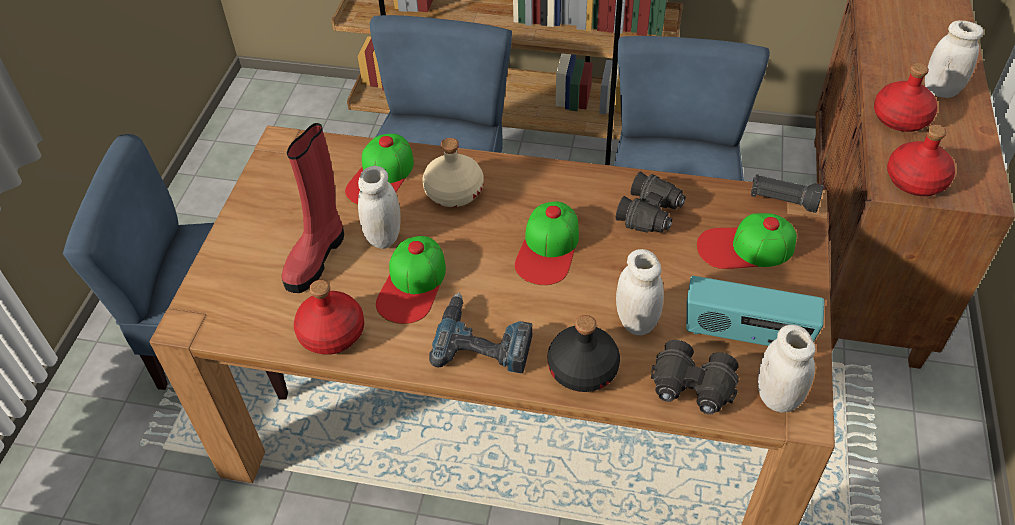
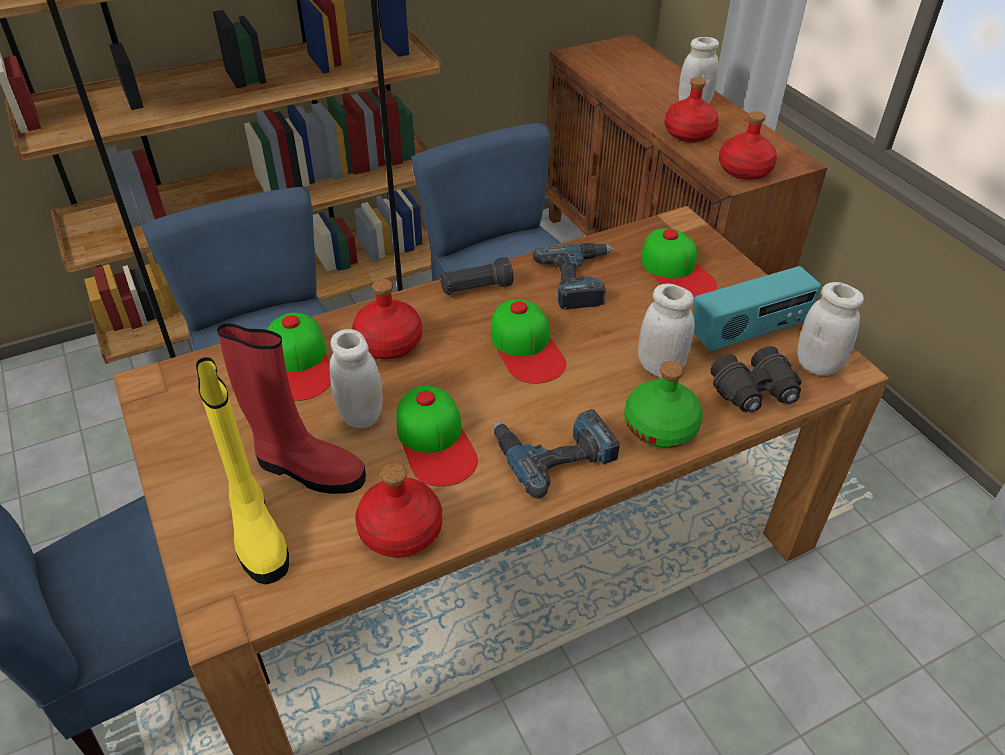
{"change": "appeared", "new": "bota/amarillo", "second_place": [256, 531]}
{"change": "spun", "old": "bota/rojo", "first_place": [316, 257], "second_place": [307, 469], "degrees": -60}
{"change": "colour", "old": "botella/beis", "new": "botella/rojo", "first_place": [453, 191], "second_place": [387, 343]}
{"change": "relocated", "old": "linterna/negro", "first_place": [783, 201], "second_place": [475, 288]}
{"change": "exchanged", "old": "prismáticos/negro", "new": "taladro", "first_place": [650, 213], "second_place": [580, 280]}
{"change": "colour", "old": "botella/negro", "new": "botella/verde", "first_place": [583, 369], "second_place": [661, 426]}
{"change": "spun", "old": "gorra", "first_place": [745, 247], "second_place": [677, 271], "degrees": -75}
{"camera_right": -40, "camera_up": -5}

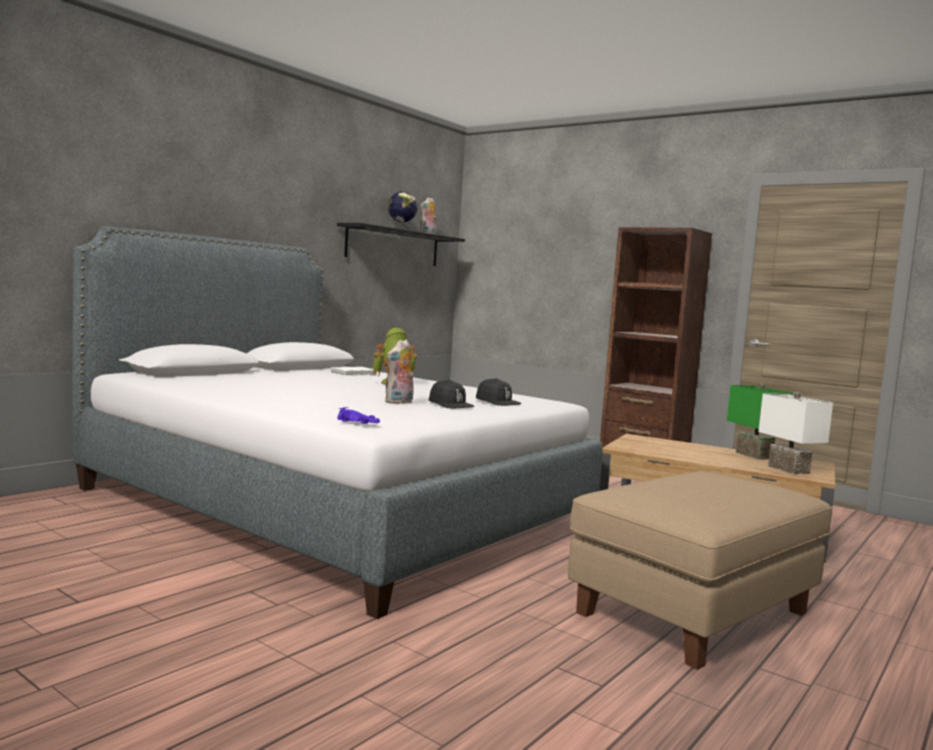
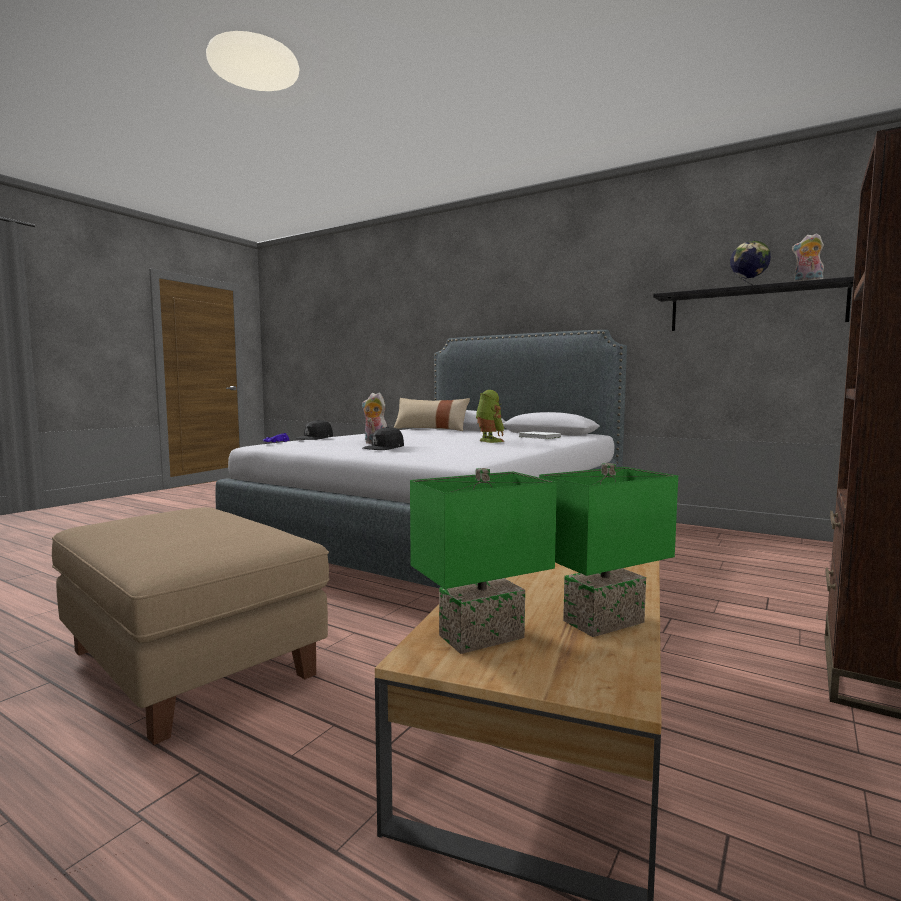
{"change": "relocated", "old": "gorra/negro", "first_place": [497, 402], "second_place": [315, 438]}
{"change": "appeared", "new": "cojín/beis", "second_place": [430, 429]}
{"change": "colour", "old": "lámpara de mesa/blanco", "new": "lámpara de mesa/verde", "first_place": [790, 470], "second_place": [482, 638]}
{"camera_right": 85, "camera_up": 0}

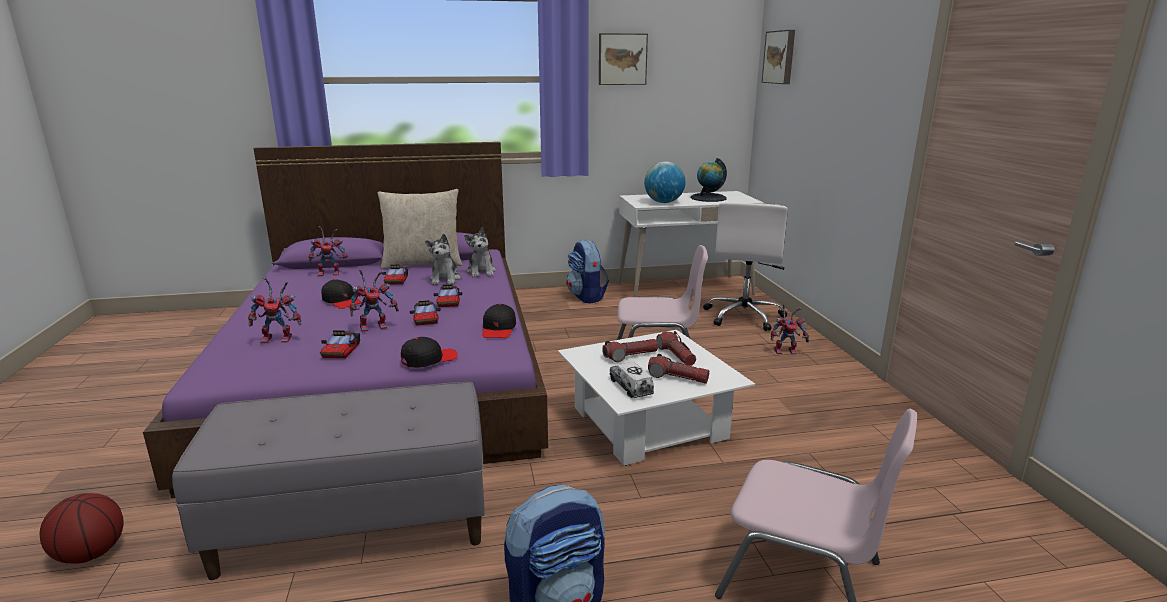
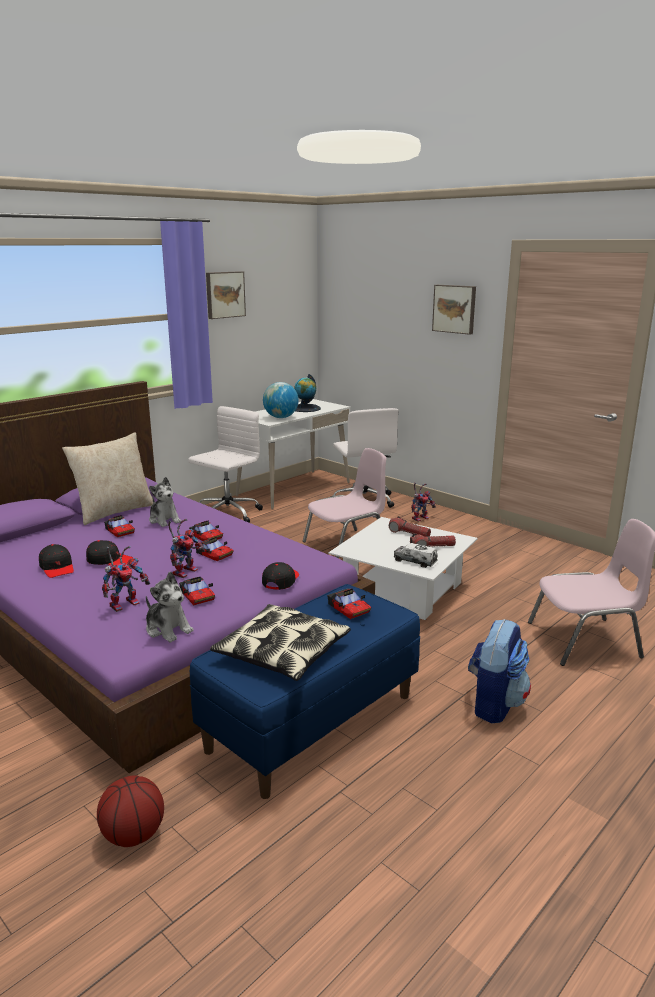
{"change": "relocated", "old": "gorra/negro", "first_place": [499, 329], "second_place": [57, 567]}
{"change": "relocated", "old": "peluche", "first_place": [481, 272], "second_place": [168, 629]}
{"change": "exchanged", "old": "mochila", "new": "silla de oficina/blanco", "first_place": [586, 297], "second_place": [227, 513]}
{"change": "colour", "old": "banco/gris", "new": "banco/azul", "first_place": [357, 524], "second_place": [312, 721]}
{"change": "appeared", "new": "cojín", "second_place": [282, 653]}
{"change": "appeared", "new": "coche de juguete", "second_place": [348, 608]}
{"change": "relocated", "old": "cuadro", "first_place": [780, 57], "second_place": [455, 309]}
{"change": "missing", "old": "robot de juguete", "first_place": [331, 273]}
{"change": "missing", "old": "linterna", "first_place": [630, 356]}
{"camera_right": -35, "camera_up": 0}

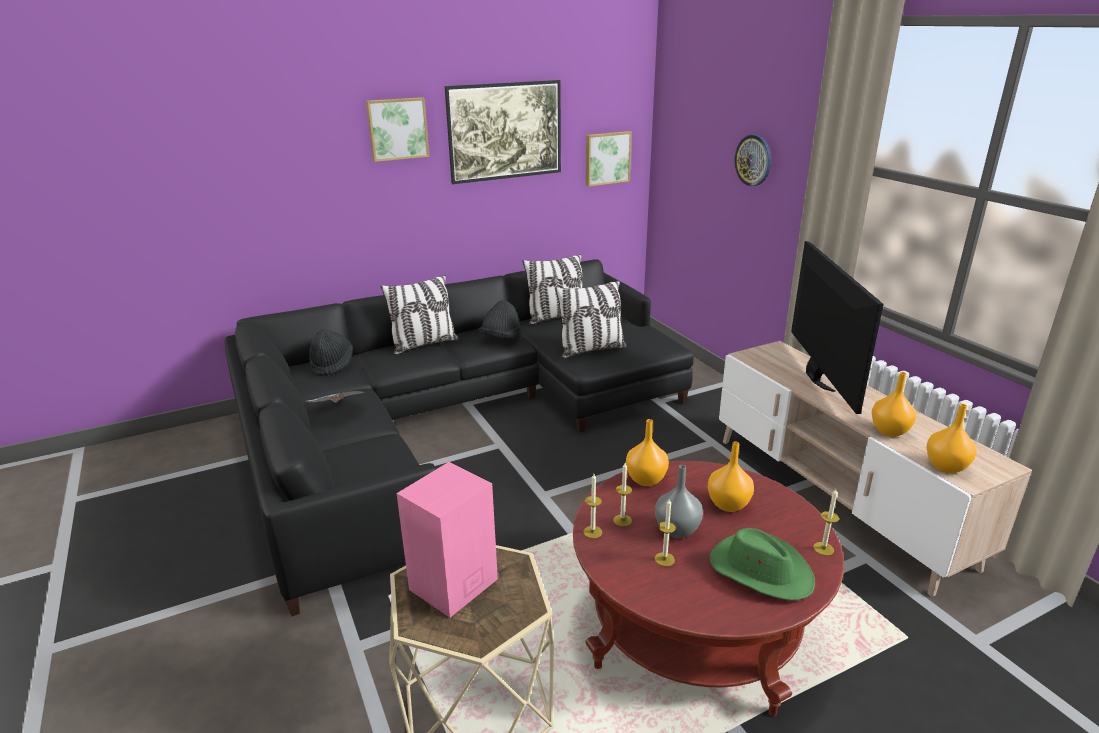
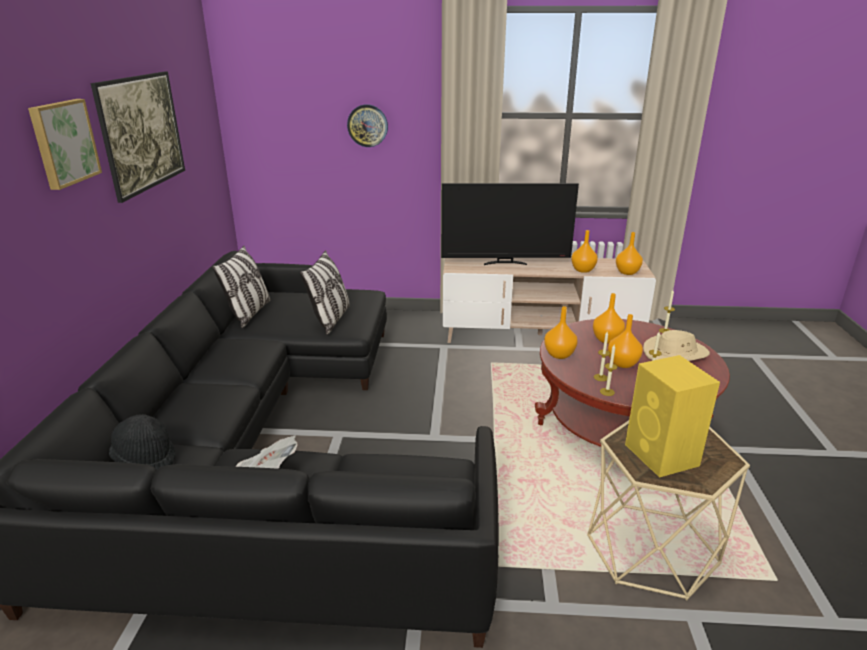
{"change": "spun", "old": "televisor", "first_place": [816, 377], "second_place": [505, 263], "degrees": 150}
{"change": "colour", "old": "florero/gris", "new": "florero/naranja", "first_place": [678, 529], "second_place": [622, 363]}
{"change": "colour", "old": "altavoz/rosa", "new": "altavoz/amarillo", "first_place": [452, 585], "second_place": [662, 456]}
{"change": "colour", "old": "sombrero/verde", "new": "sombrero/beis", "first_place": [760, 570], "second_place": [675, 353]}
{"change": "missing", "old": "cojín", "first_place": [423, 344]}
{"change": "missing", "old": "sombrero/negro", "first_place": [501, 338]}
{"change": "missing", "old": "cuadro", "first_place": [607, 158]}
{"camera_right": -60, "camera_up": 0}

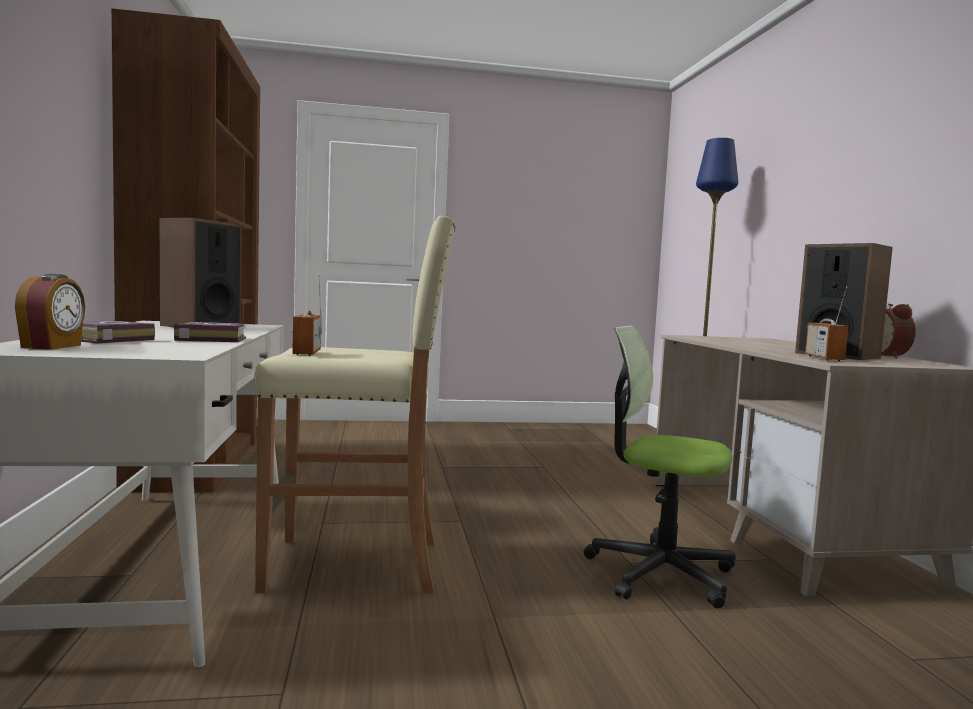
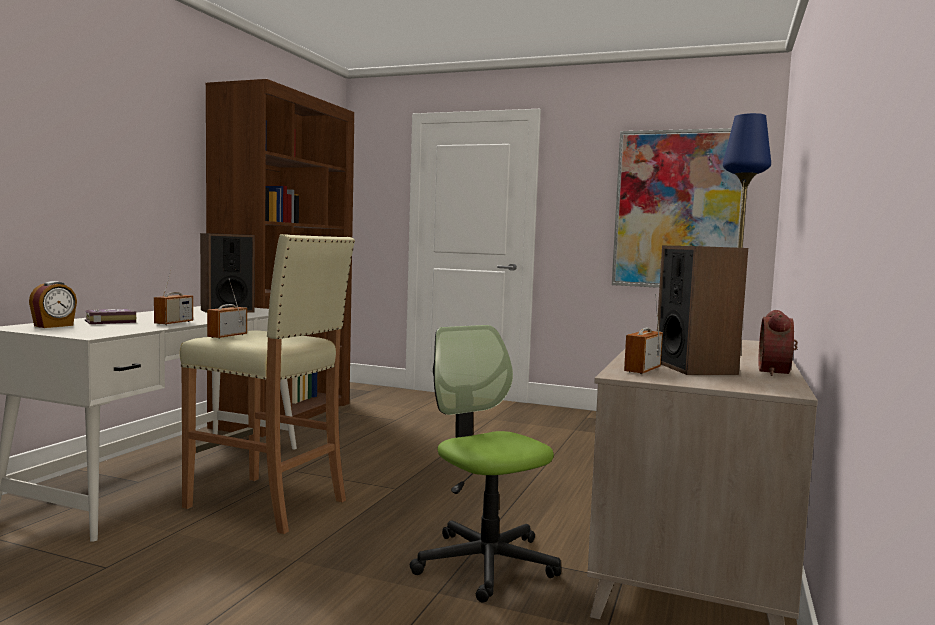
{"change": "exchanged", "old": "libro", "new": "radio", "first_place": [210, 339], "second_place": [174, 323]}
{"change": "appeared", "new": "cuadro", "second_place": [678, 210]}
{"camera_right": 30, "camera_up": 0}

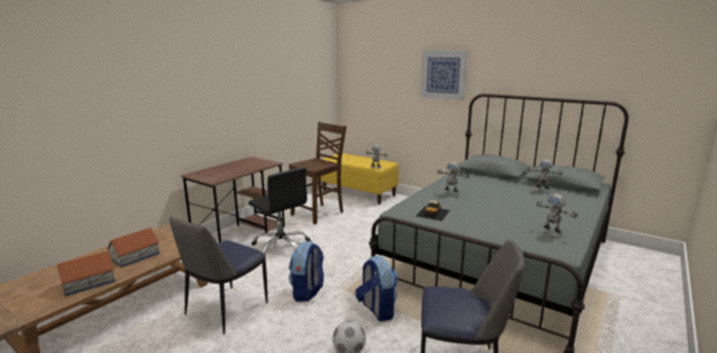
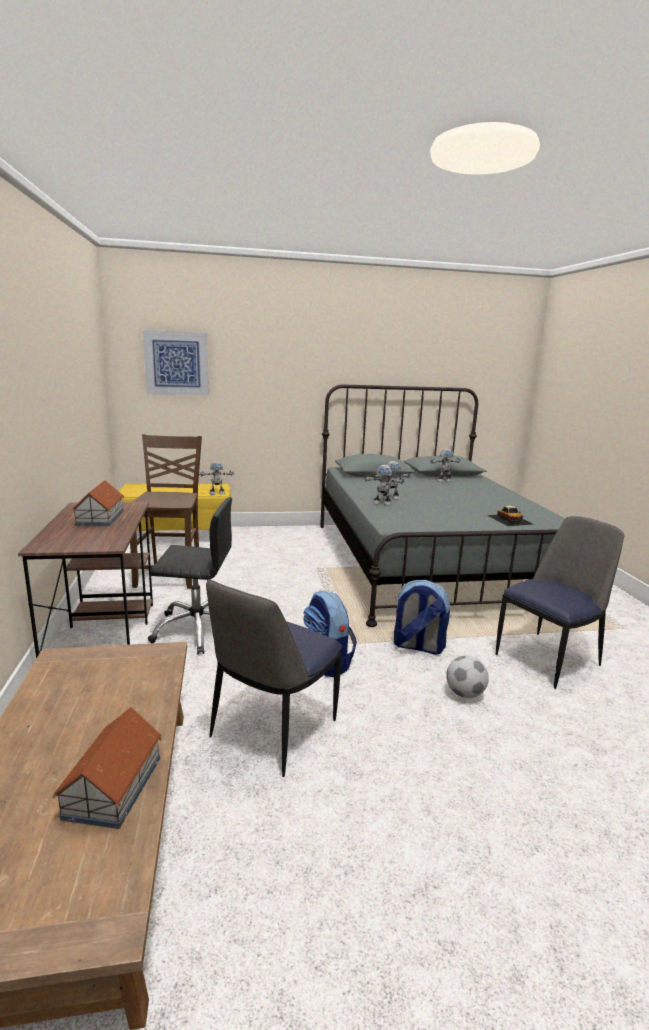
{"change": "relocated", "old": "casita", "first_place": [136, 256], "second_place": [101, 518]}
{"change": "relocated", "old": "cuadro", "first_place": [443, 74], "second_place": [176, 363]}
{"change": "spun", "old": "silla", "first_place": [225, 310], "second_place": [272, 731], "degrees": 45}
{"change": "relocated", "old": "robot de juguete", "first_place": [552, 233], "second_place": [382, 503]}
{"change": "relocated", "old": "coche de juguete", "first_place": [433, 213], "second_place": [510, 519]}
{"camera_right": -45, "camera_up": 0}

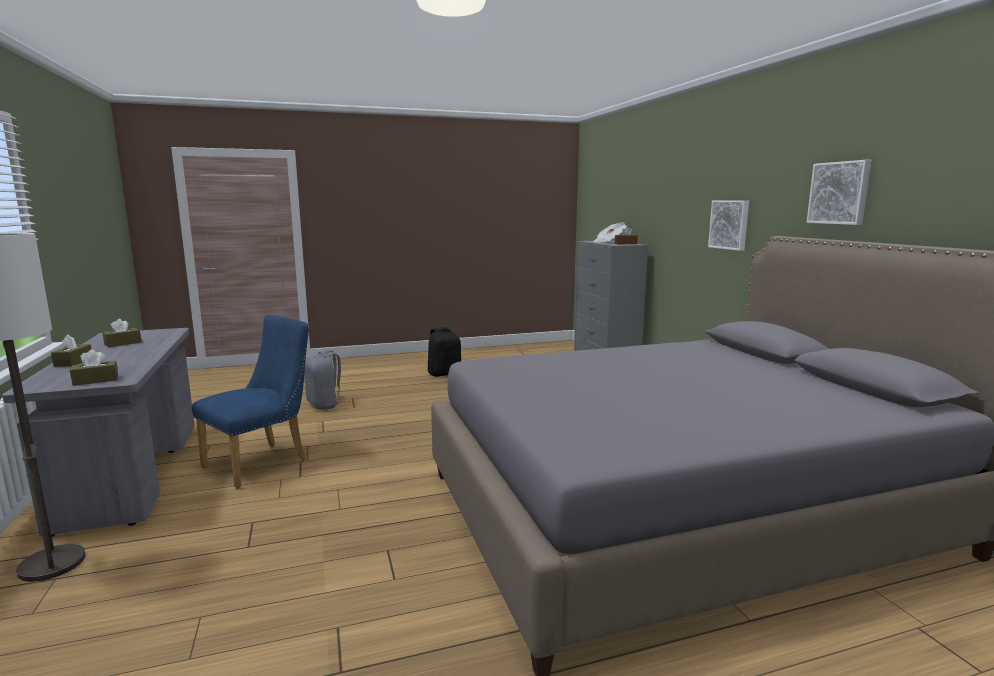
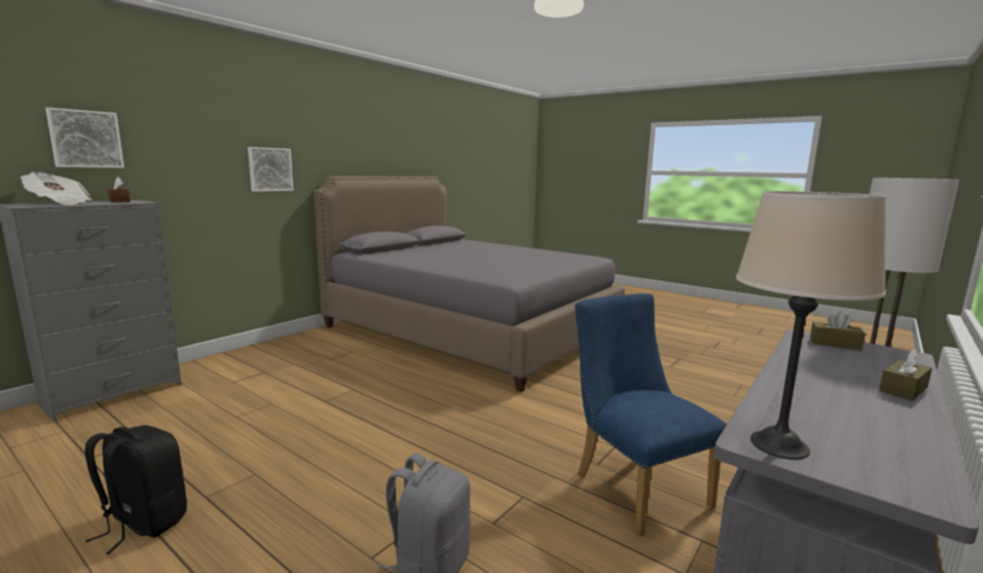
{"change": "relocated", "old": "cuadro", "first_place": [839, 193], "second_place": [85, 139]}
{"change": "spun", "old": "silla/azul", "first_place": [263, 462], "second_place": [634, 486], "degrees": 60}
{"change": "appeared", "new": "lámpara de mesa/beis", "second_place": [779, 445]}
{"change": "missing", "old": "caja de pañuelos/marrón", "first_place": [123, 343]}
{"camera_right": -125, "camera_up": 0}

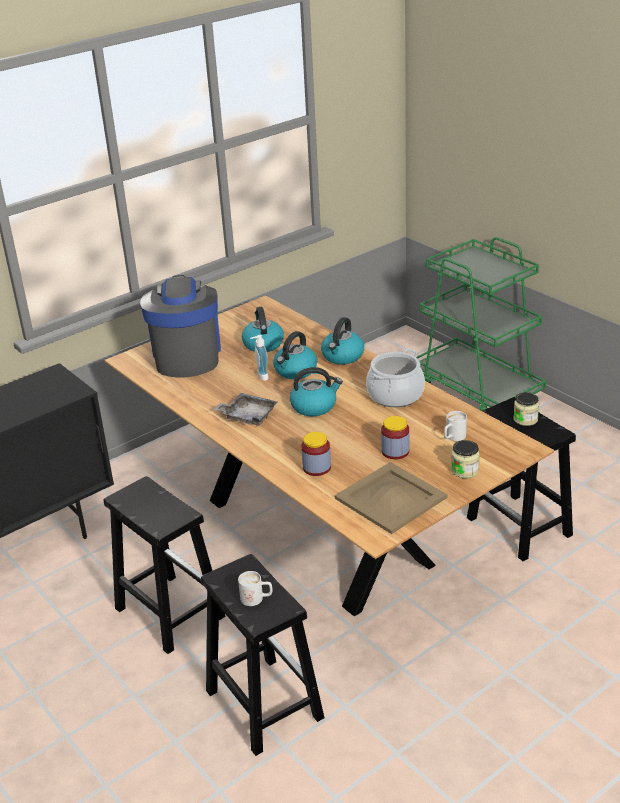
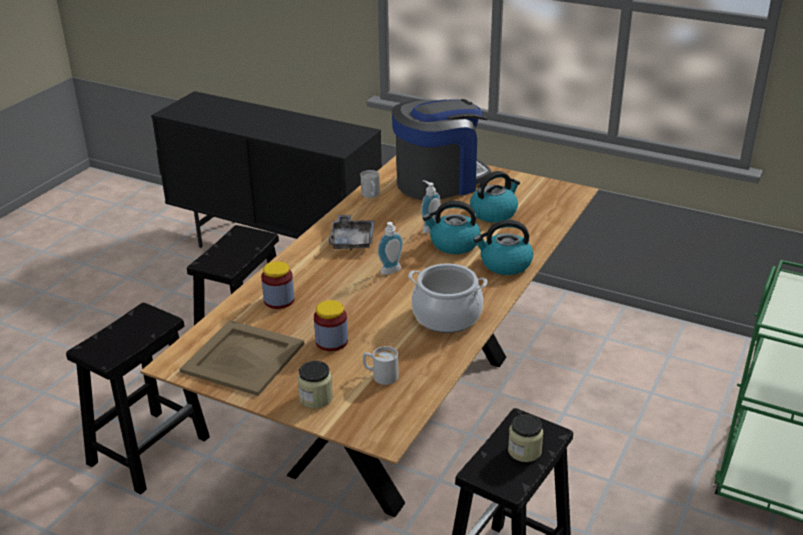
{"change": "relocated", "old": "taza grande/blanco", "first_place": [257, 598], "second_place": [371, 195]}
{"change": "exchanged", "old": "hervidor", "new": "dispensador de jabón", "first_place": [314, 406], "second_place": [392, 272]}
{"camera_right": 65, "camera_up": 0}

